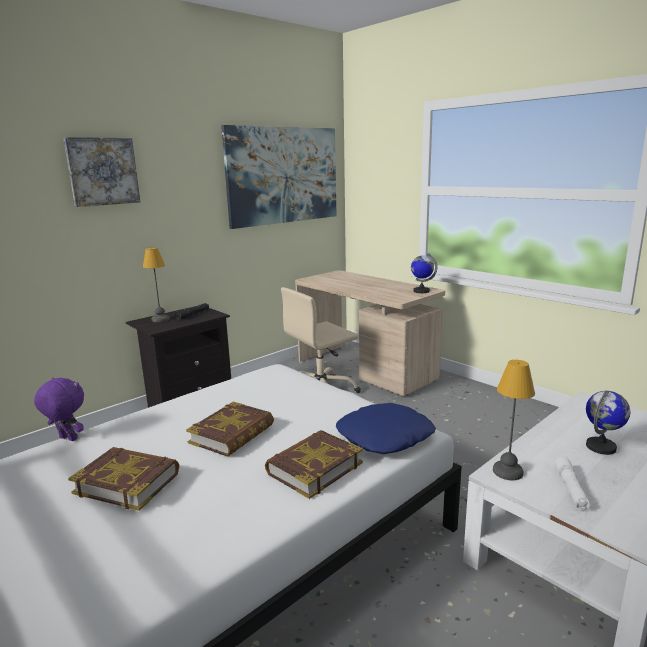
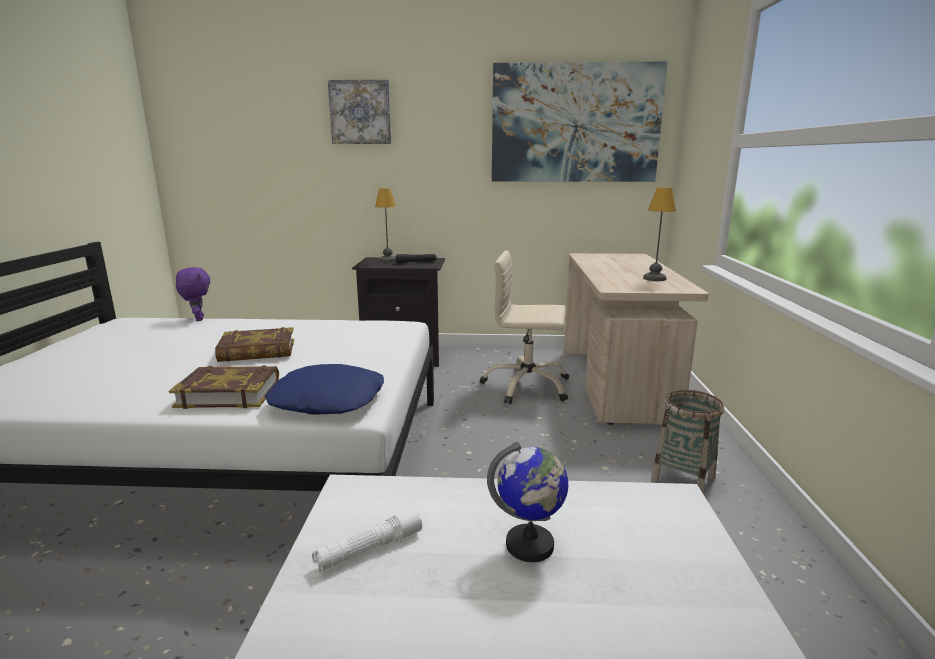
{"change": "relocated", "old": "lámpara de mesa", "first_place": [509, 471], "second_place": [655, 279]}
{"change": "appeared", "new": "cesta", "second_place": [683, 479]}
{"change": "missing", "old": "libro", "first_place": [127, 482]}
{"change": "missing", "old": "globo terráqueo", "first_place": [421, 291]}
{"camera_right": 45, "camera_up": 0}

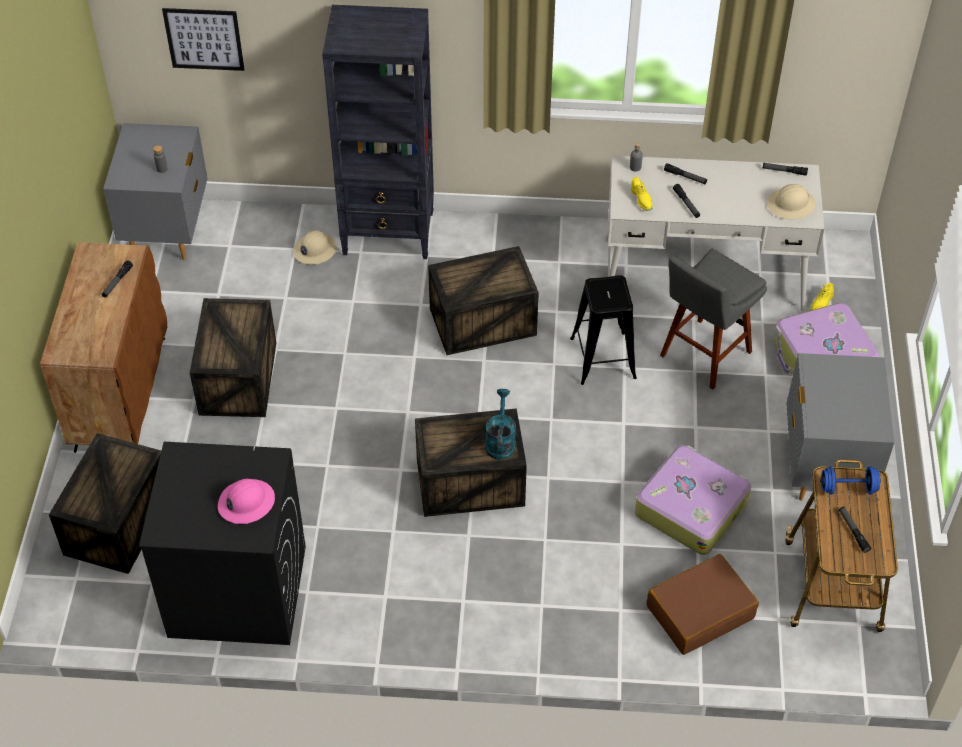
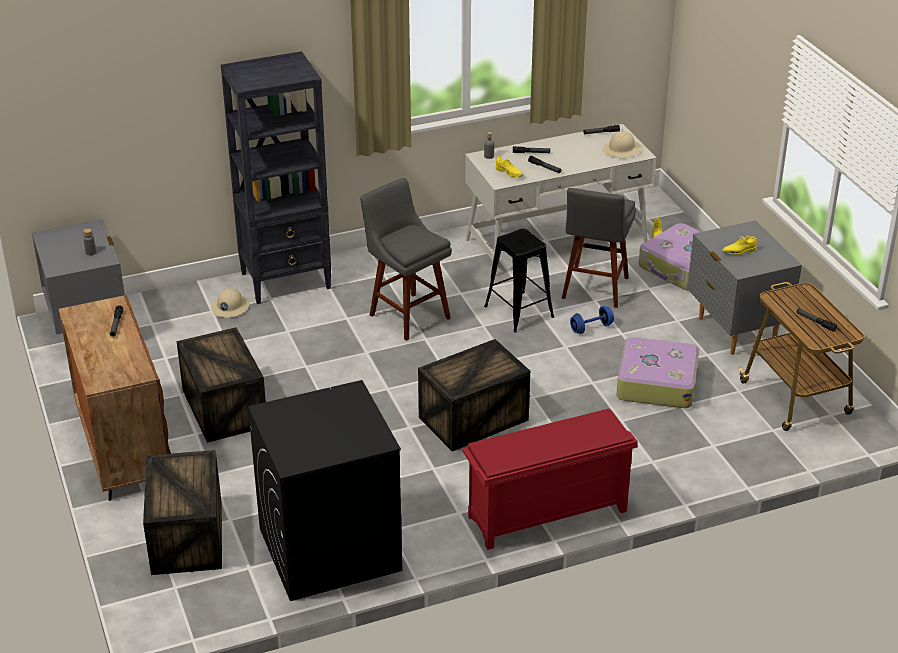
{"change": "exchanged", "old": "caja de embalaje", "new": "taburete/gris", "first_place": [484, 321], "second_place": [407, 314]}
{"change": "appeared", "new": "zapatero/rojo", "second_place": [546, 515]}
{"change": "relocated", "old": "mancuerna/azul", "first_place": [848, 488], "second_place": [591, 328]}
{"change": "appeared", "new": "zapato/amarillo", "second_place": [739, 252]}
{"change": "missing", "old": "cuadro", "first_place": [204, 39]}
{"change": "missing", "old": "casco/rosa", "first_place": [246, 502]}
{"change": "missing", "old": "regadera/turquesa", "first_place": [500, 441]}
{"change": "missing", "old": "maleta/marrón", "first_place": [700, 611]}
{"camera_right": -25, "camera_up": -15}

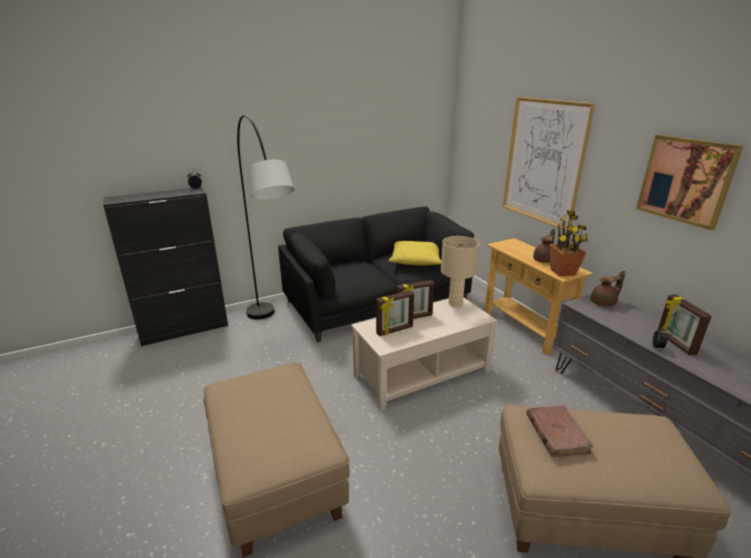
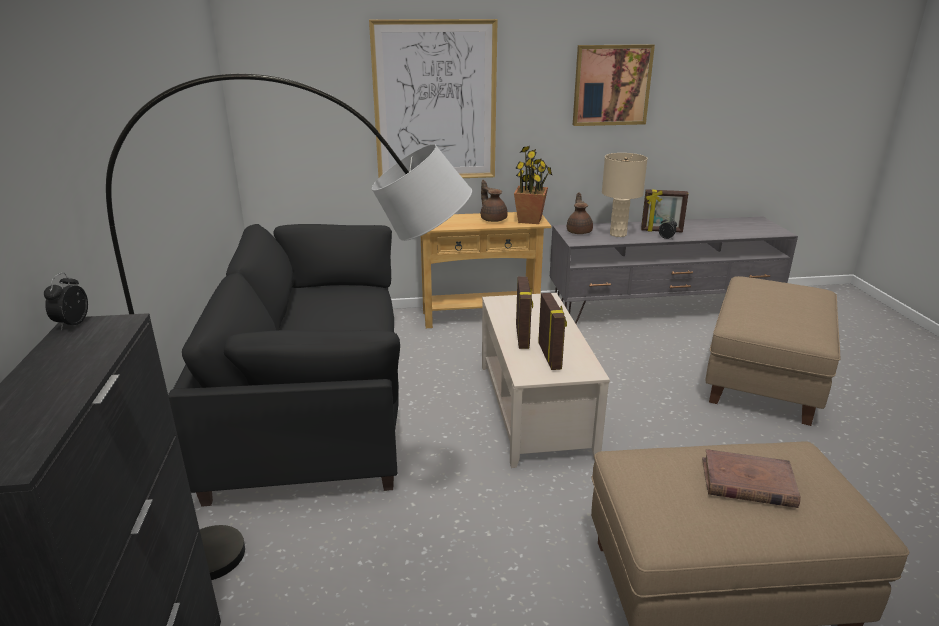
{"change": "relocated", "old": "lámpara de mesa/beis", "first_place": [455, 303], "second_place": [618, 234]}
{"change": "relocated", "old": "libro/marrón", "first_place": [557, 433], "second_place": [747, 482]}
{"change": "missing", "old": "cojín/amarillo", "first_place": [415, 260]}
{"camera_right": -70, "camera_up": 0}

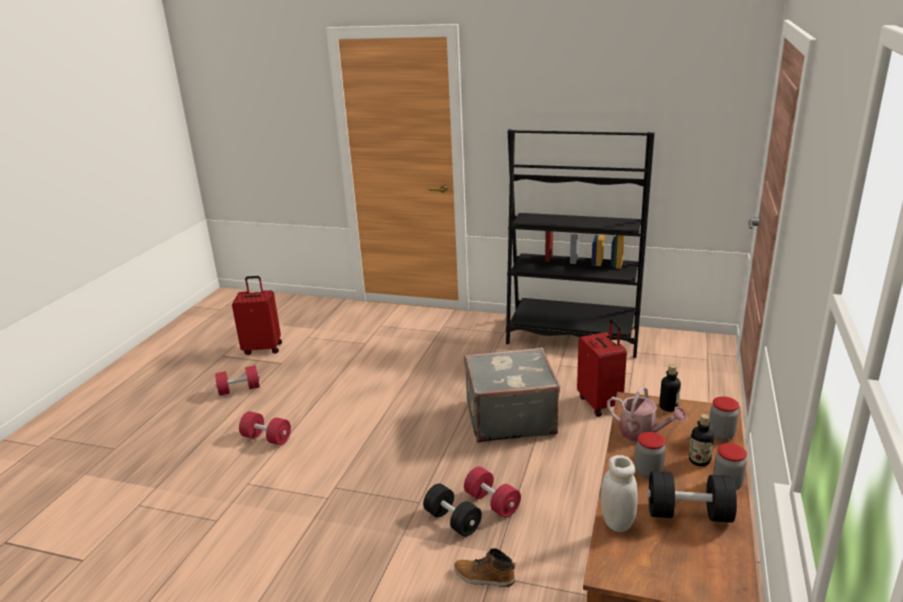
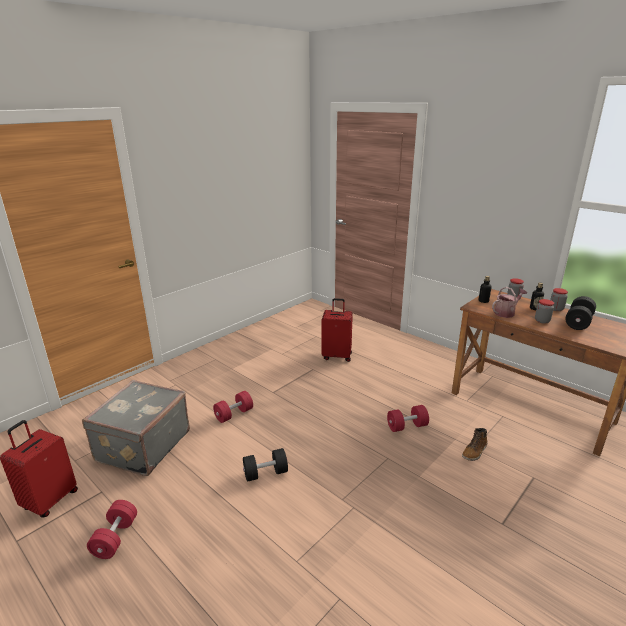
{"change": "relocated", "old": "maleta/gris", "first_place": [509, 418], "second_place": [142, 446]}
{"change": "relocated", "old": "mancuerna/rojo", "first_place": [266, 438], "second_place": [234, 414]}
{"change": "relocated", "old": "mancuerna/negro", "first_place": [452, 521], "second_place": [265, 473]}
{"change": "missing", "old": "estantería/negro", "first_place": [572, 336]}
{"change": "missing", "old": "tarro/blanco", "first_place": [617, 522]}
{"camera_right": -65, "camera_up": 0}

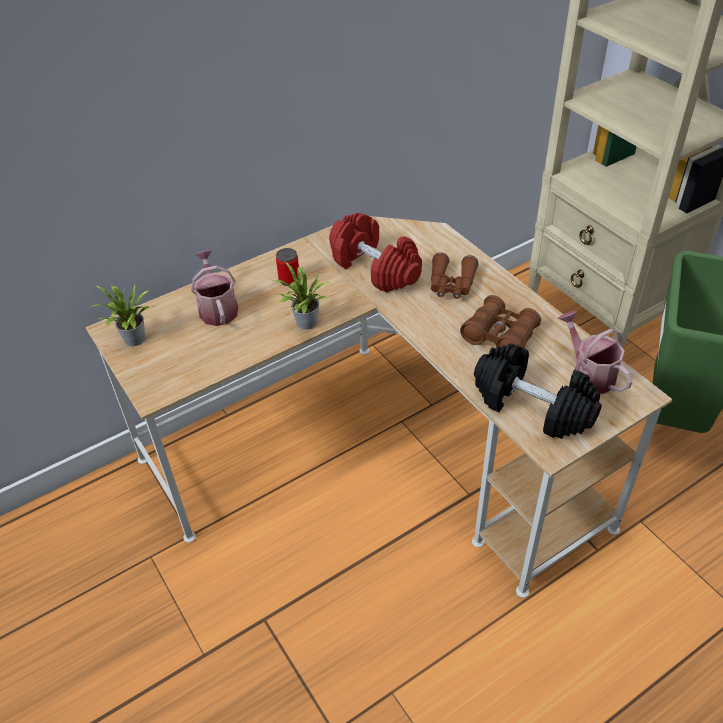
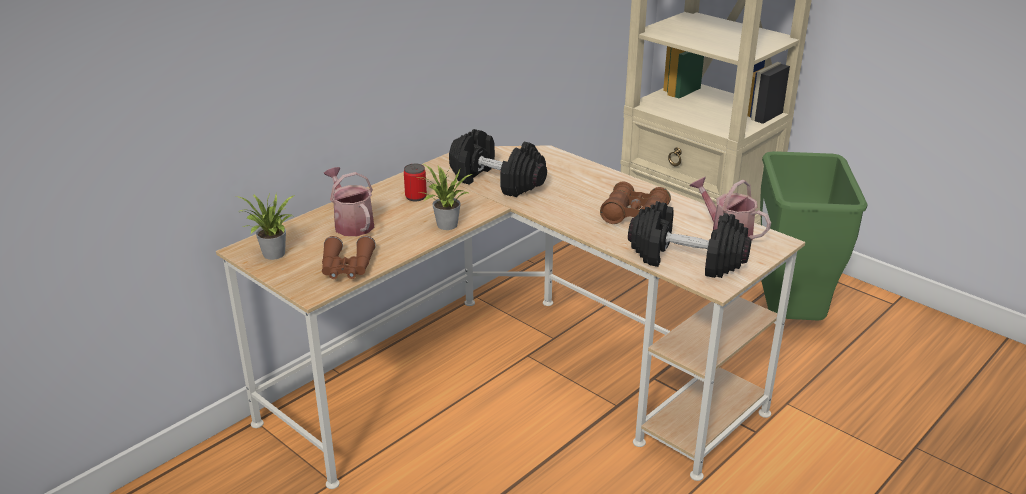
{"change": "relocated", "old": "prismáticos/marrón", "first_place": [451, 284], "second_place": [347, 268]}
{"change": "colour", "old": "mancuerna/rojo", "new": "mancuerna/negro", "first_place": [376, 268], "second_place": [498, 181]}
{"camera_right": -15, "camera_up": -15}

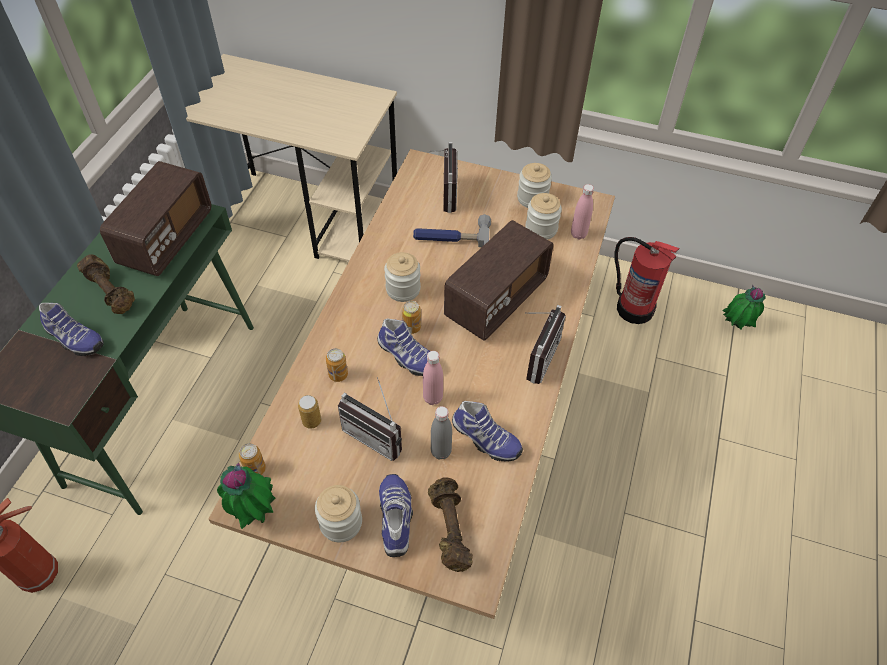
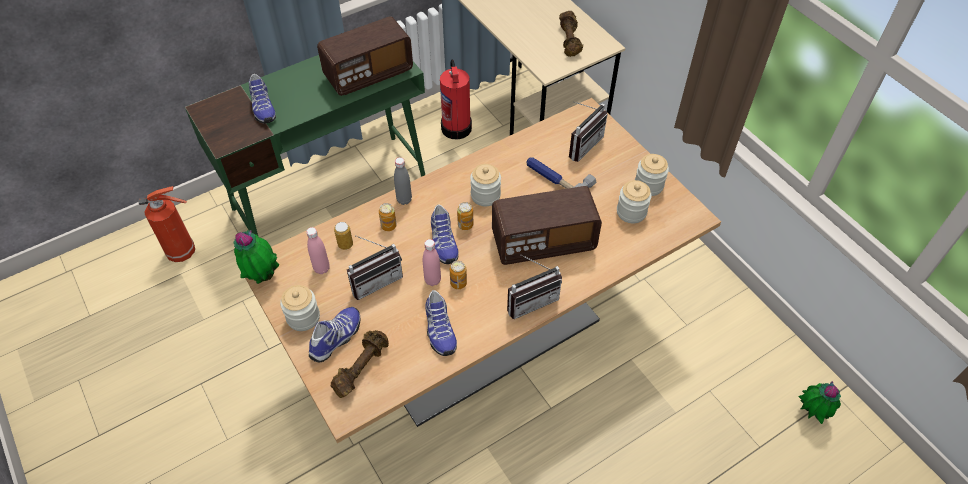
{"change": "relocated", "old": "botella/rosa", "first_place": [578, 234], "second_place": [322, 268]}
{"change": "spun", "old": "radio", "first_place": [377, 435], "second_place": [375, 280], "degrees": -105}
{"change": "relocated", "old": "botella/gris", "first_place": [441, 452], "second_place": [404, 200]}
{"change": "relocated", "old": "extintor", "first_place": [634, 308], "second_place": [456, 127]}
{"change": "relocated", "old": "lata", "first_place": [255, 469], "second_place": [458, 283]}
{"change": "relocated", "old": "mancuerna/marrón", "first_place": [111, 291], "second_place": [570, 41]}
{"camera_right": 40, "camera_up": 0}

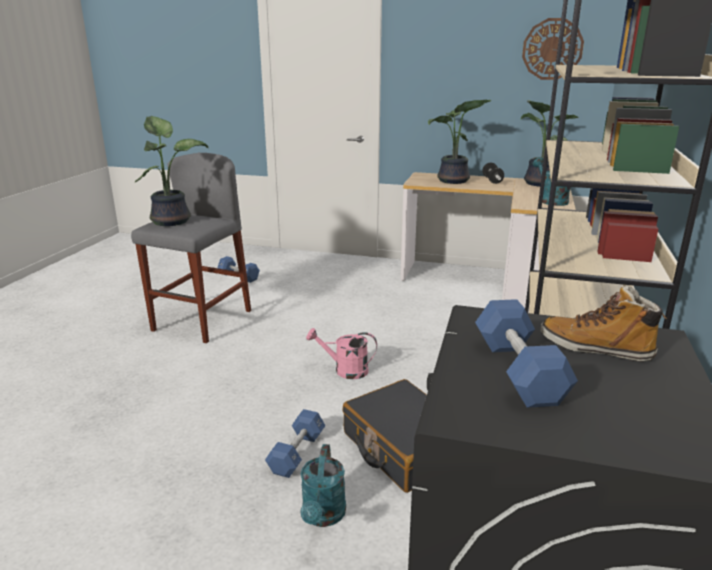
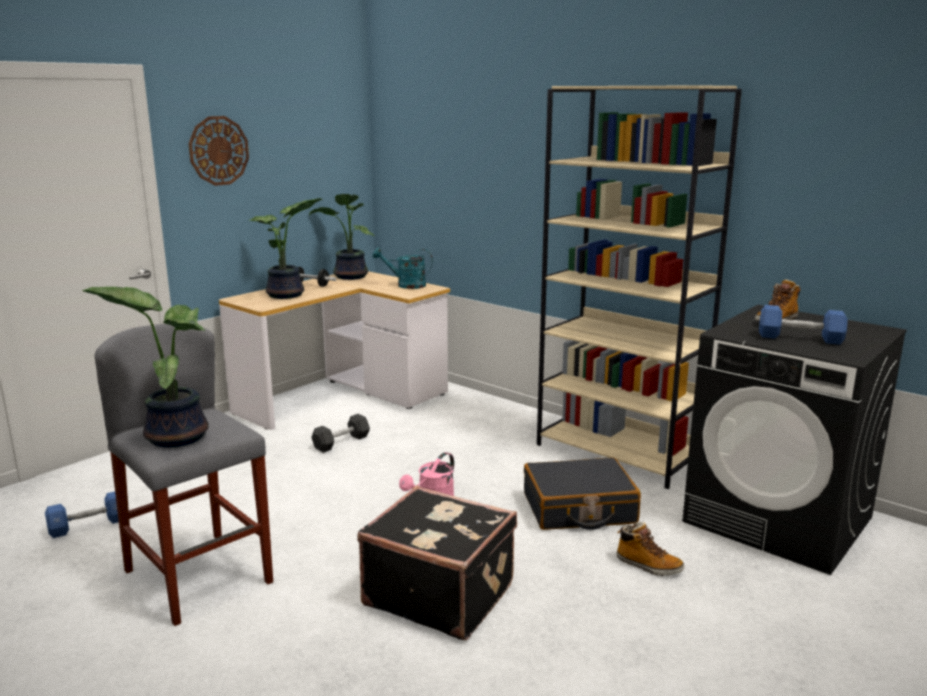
{"change": "relocated", "old": "reloj de pared", "first_place": [552, 49], "second_place": [218, 150]}
{"change": "appeared", "new": "mancuerna/negro", "second_place": [341, 442]}
{"change": "appeared", "new": "maleta/negro", "second_place": [440, 593]}
{"change": "exchanged", "old": "regadera/turquesa", "new": "bota", "first_place": [323, 516], "second_place": [648, 566]}
{"change": "missing", "old": "mancuerna/azul", "first_place": [297, 453]}
{"camera_right": -65, "camera_up": -5}

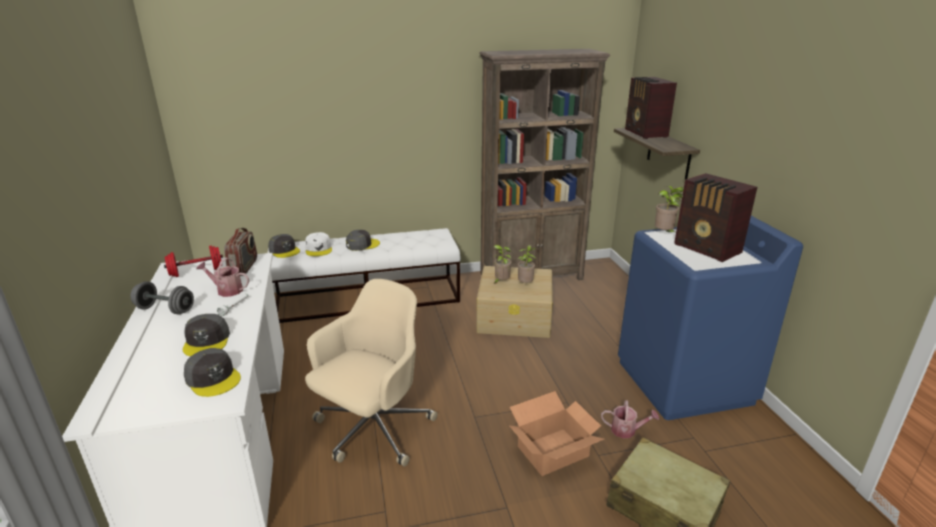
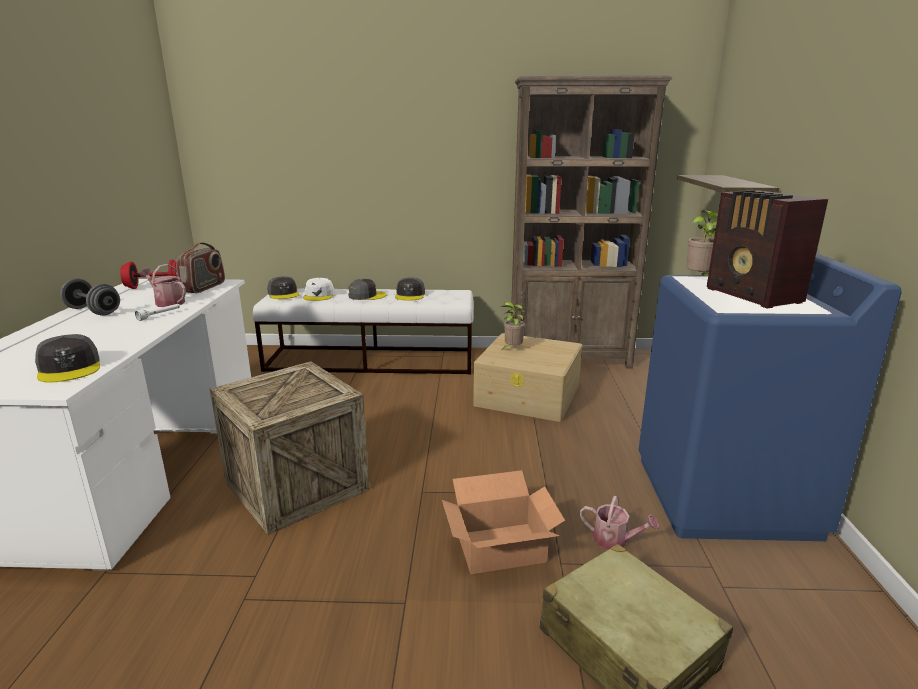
{"change": "exchanged", "old": "silla de oficina/beis", "new": "caja de embalaje", "first_place": [372, 430], "second_place": [296, 486]}
{"change": "relocated", "old": "gorra/gris", "first_place": [207, 341], "second_place": [410, 295]}
{"change": "missing", "old": "planta en maceta", "first_place": [525, 284]}
{"change": "missing", "old": "radio", "first_place": [645, 133]}
{"camera_right": 15, "camera_up": -5}

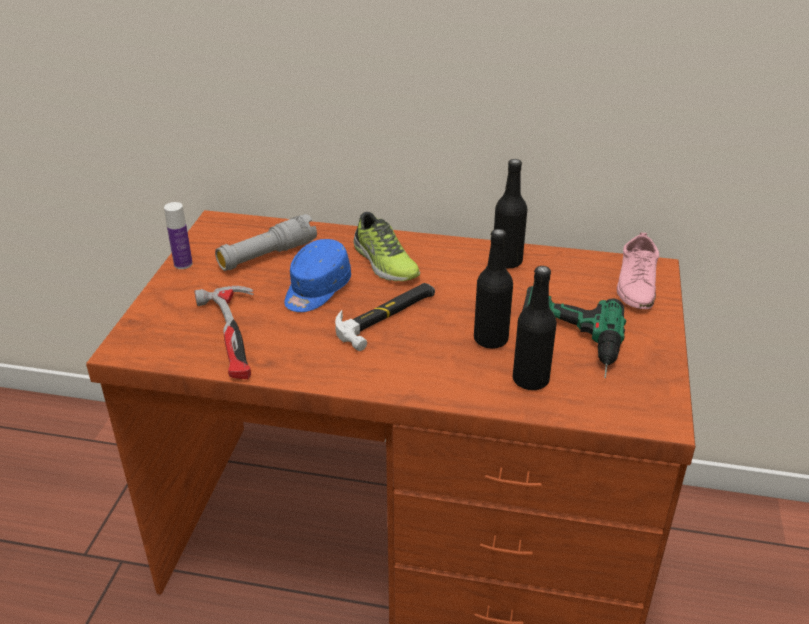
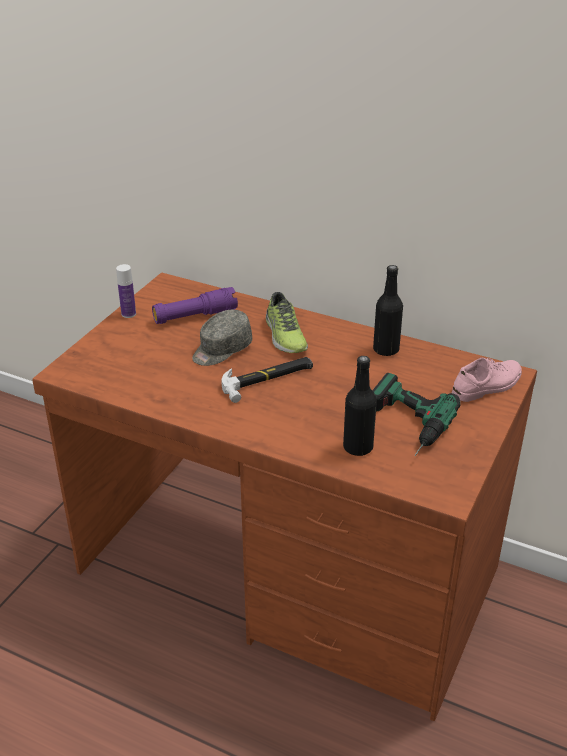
{"change": "colour", "old": "linterna/gris", "new": "linterna/morado", "first_place": [267, 255], "second_place": [195, 316]}
{"change": "colour", "old": "gorra/azul", "new": "gorra/gris", "first_place": [316, 290], "second_place": [221, 350]}
{"change": "spun", "old": "zapato/rosa", "first_place": [636, 284], "second_place": [487, 385], "degrees": -150}
{"change": "missing", "old": "martillo", "first_place": [234, 336]}
{"change": "missing", "old": "botella/negro", "first_place": [490, 339]}
{"camera_right": 15, "camera_up": 0}

